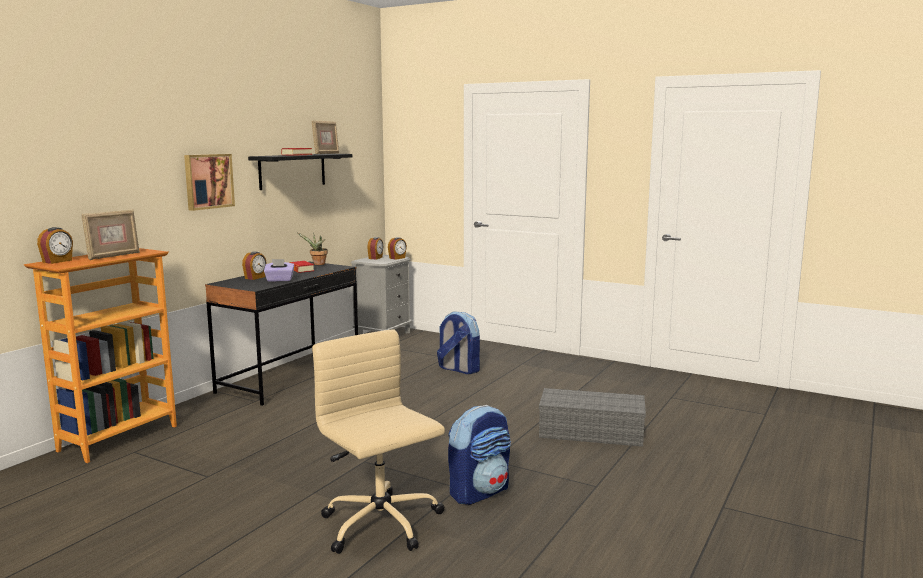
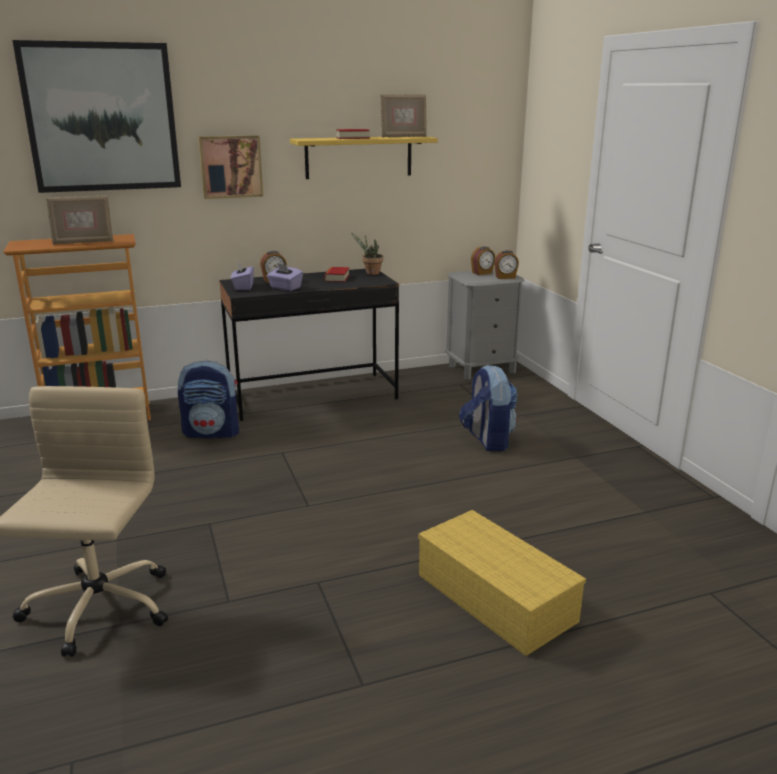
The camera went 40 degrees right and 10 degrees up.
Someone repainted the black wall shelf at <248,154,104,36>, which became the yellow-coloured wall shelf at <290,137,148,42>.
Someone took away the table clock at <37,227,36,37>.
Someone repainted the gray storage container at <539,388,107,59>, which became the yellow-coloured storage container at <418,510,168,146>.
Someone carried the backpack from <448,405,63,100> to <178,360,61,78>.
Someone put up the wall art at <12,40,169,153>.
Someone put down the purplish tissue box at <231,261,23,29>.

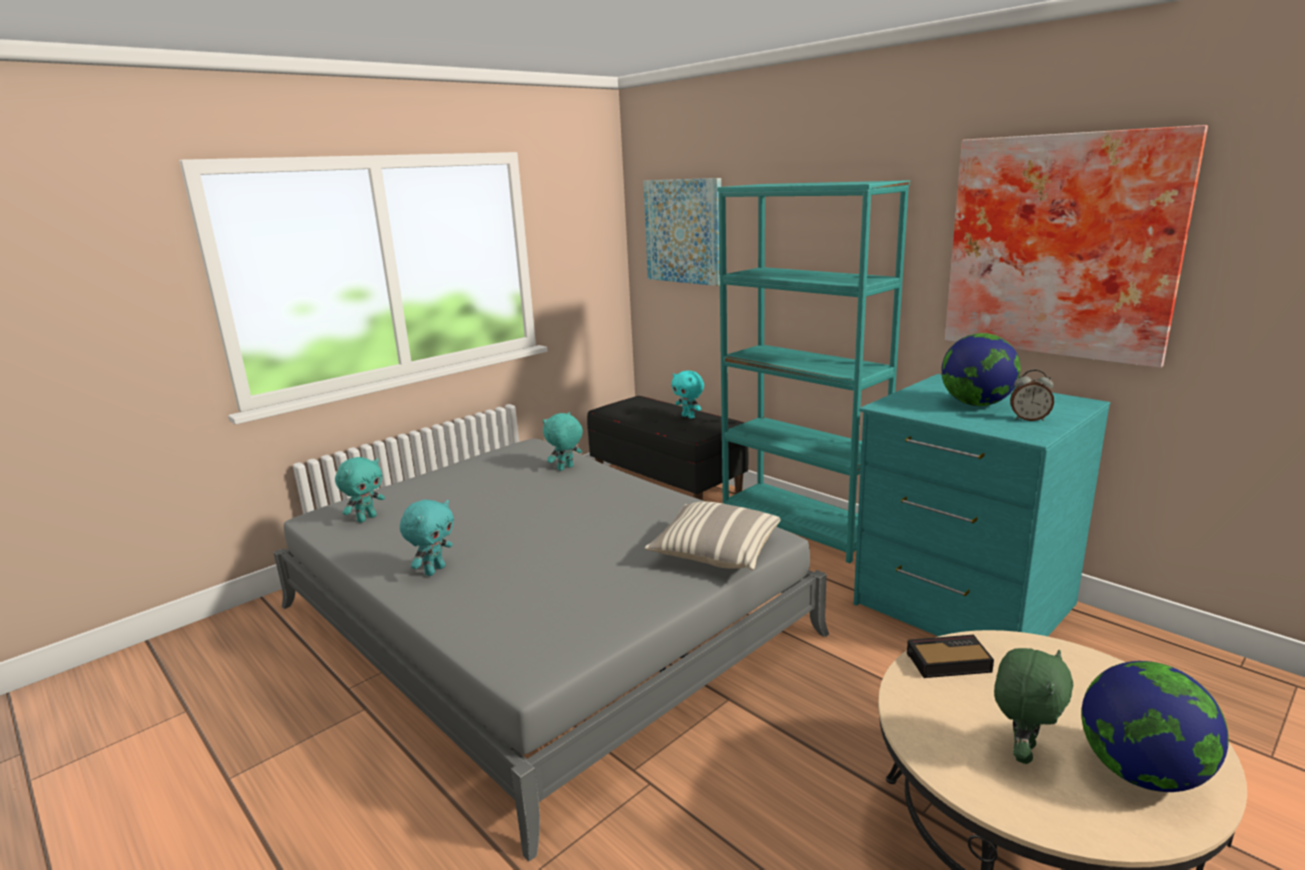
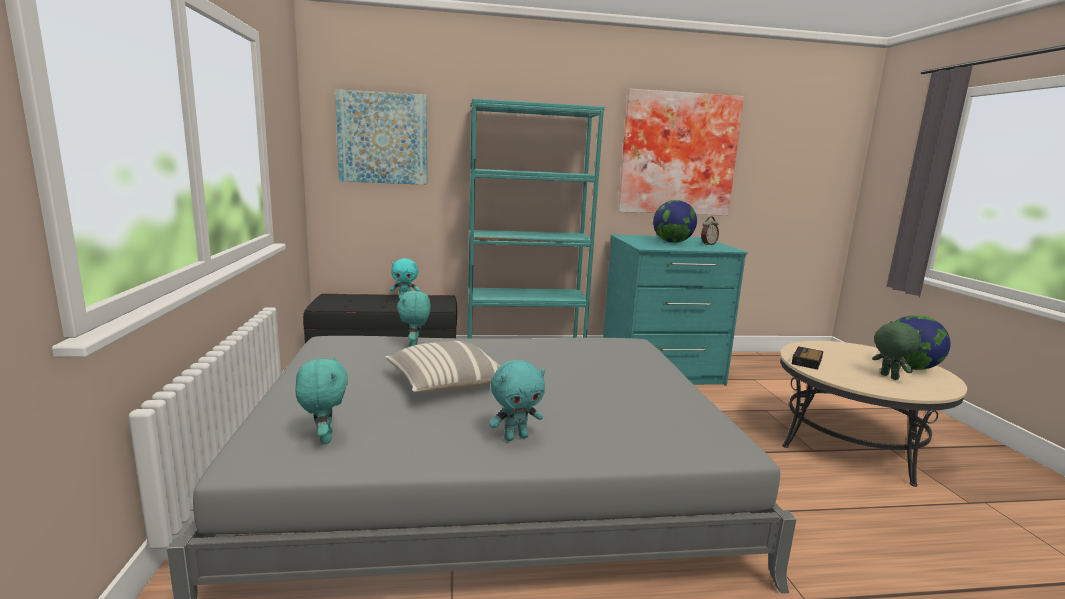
The camera went 55 degrees left and 5 degrees down.
Someone rotated the turquoise plush toy at <400,500,54,76> by 90 degrees clockwise.
Someone carried the throw pillow from <645,502,135,68> to <385,341,115,52>.

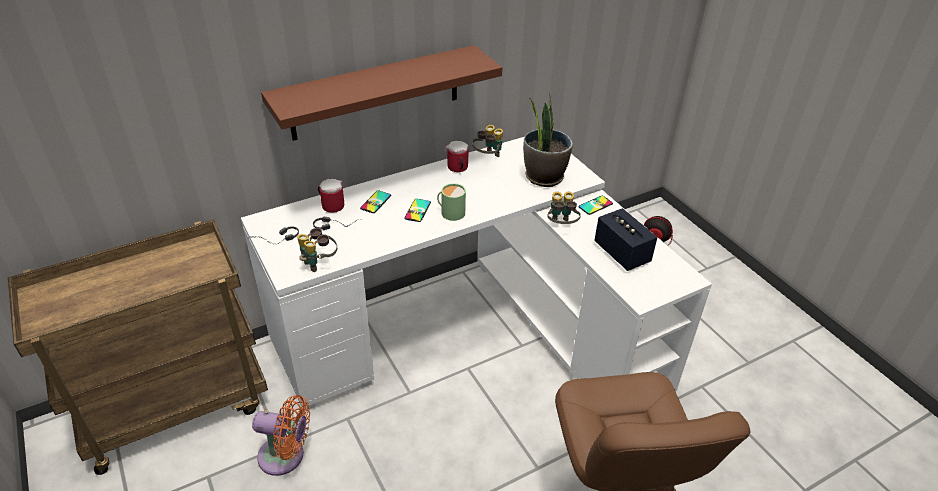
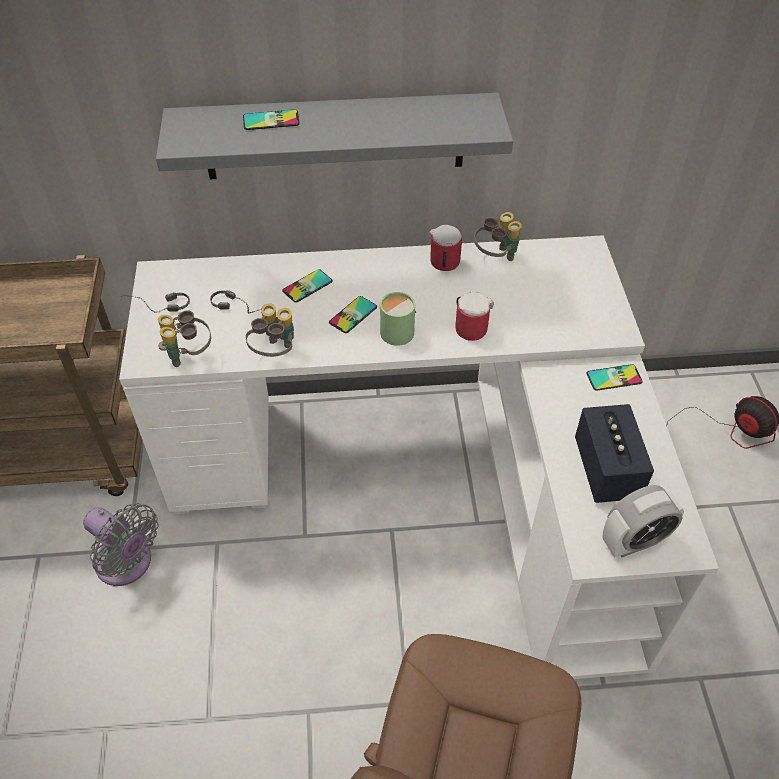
The camera went 25 degrees right and 10 degrees up.
Someone repainted the brown wall shelf at <261,45,241,96>, which became the gray wall shelf at <156,93,357,86>.
Someone took away the potted plant at <523,93,50,94>.
Someone carried the mug from <318,179,26,34> to <456,291,38,50>.
Someone carried the field glasses from <547,191,34,33> to <245,303,49,54>.
Someone repainted the orange-coloured electric fan at <252,395,58,81>, which became the gray electric fan at <83,503,75,83>.
Someone put down the phone at <243,109,57,21>.
Someone put down the table clock at <602,485,82,72>.

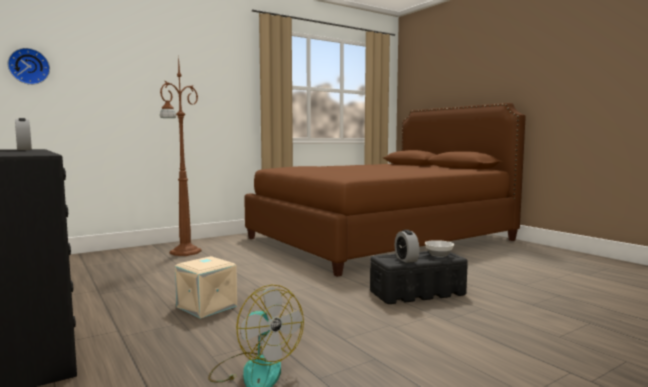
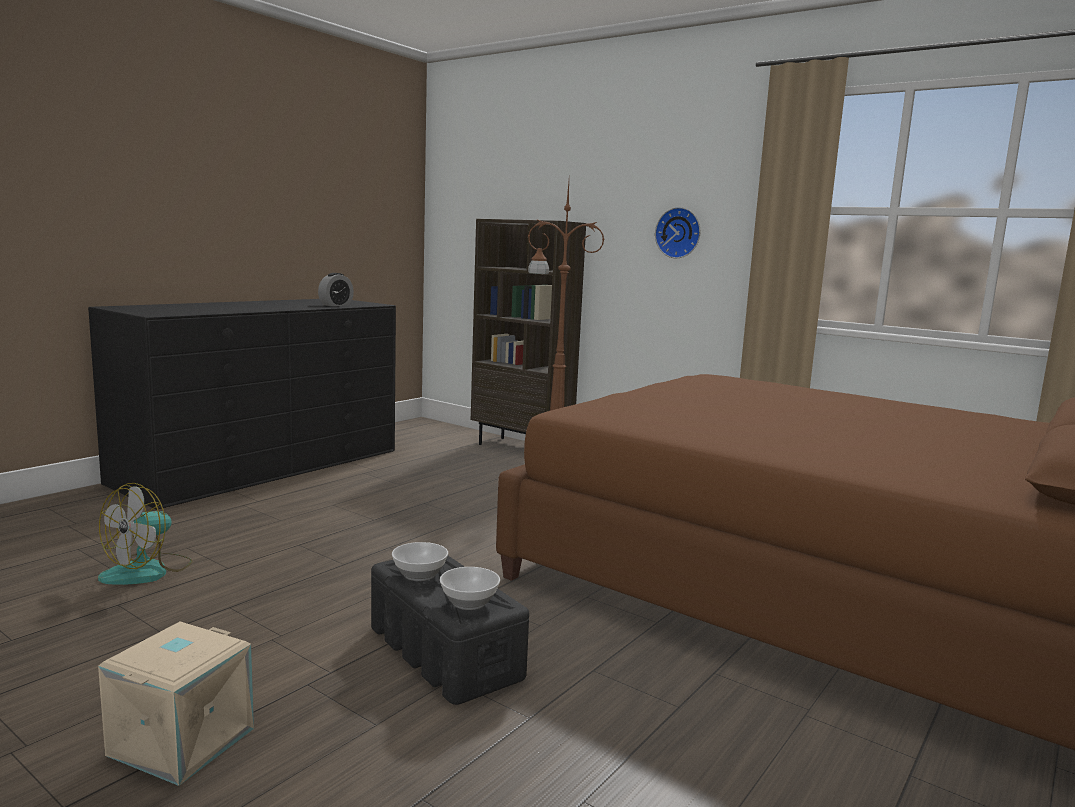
The camera went 70 degrees right and 5 degrees up.
Someone carried the wall clock from <7,48,43,37> to <655,207,45,51>.
Someone swapped the table clock at <395,230,25,33> for the deep dish at <392,542,56,39>.
Someone carried the beige-coloured storage container from <175,256,62,63> to <98,622,156,164>.
Someone put down the brown bookcase at <471,219,115,226>.

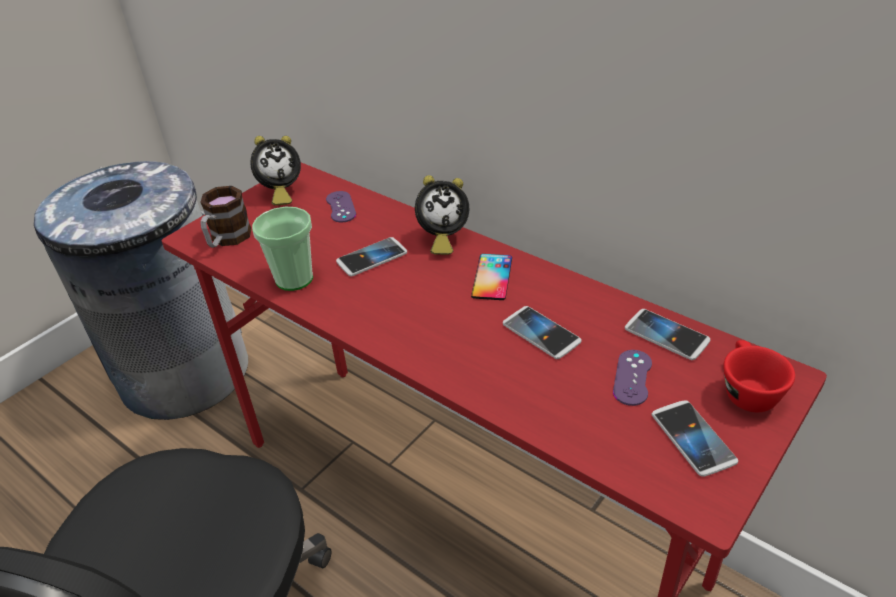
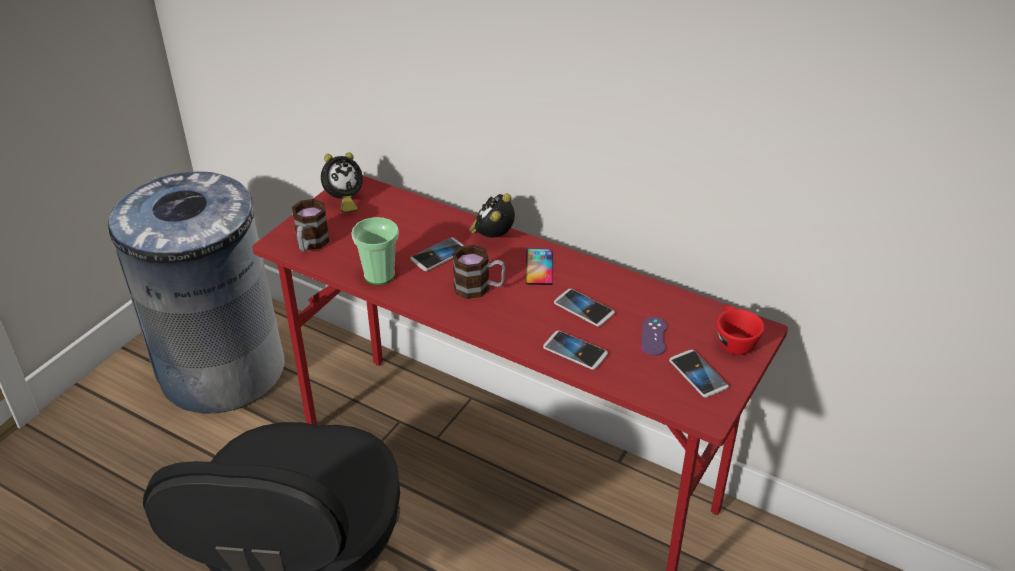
The camera went 10 degrees left and 0 degrees up.
Someone rotated the table clock at <415,175,54,80> by 135 degrees clockwise.
Someone took away the purplish gamepad at <326,191,30,32>.
Someone carried the phone from <625,309,86,51> to <543,331,65,39>.
Someone put down the mug at <452,245,53,54>.

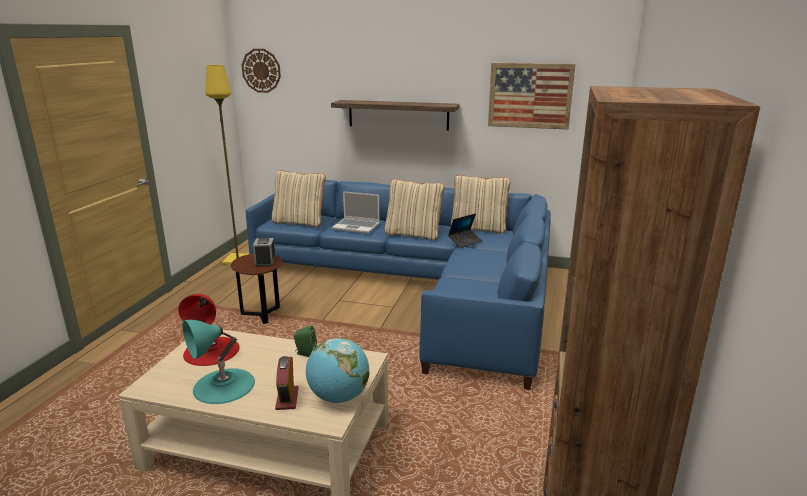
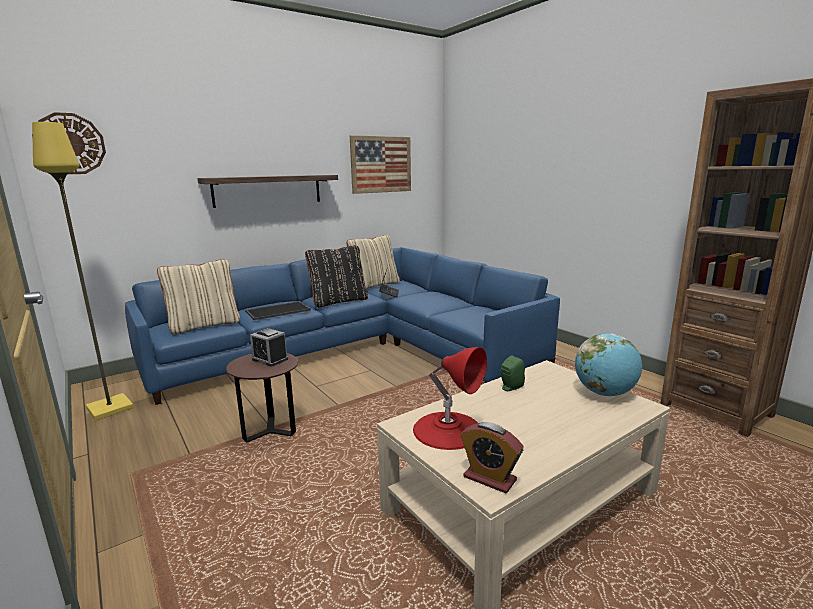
The camera went 50 degrees left and 5 degrees down.
Someone repainted the beige-coloured throw pillow at <385,179,60,61>, which became the black throw pillow at <305,245,63,63>.
Someone swapped the portable computer at <332,191,48,43> for the serving tray at <245,301,66,19>.
Someone took away the turquoise table lamp at <182,320,73,84>.
Someone carried the table clock from <275,356,24,54> to <461,422,63,71>.

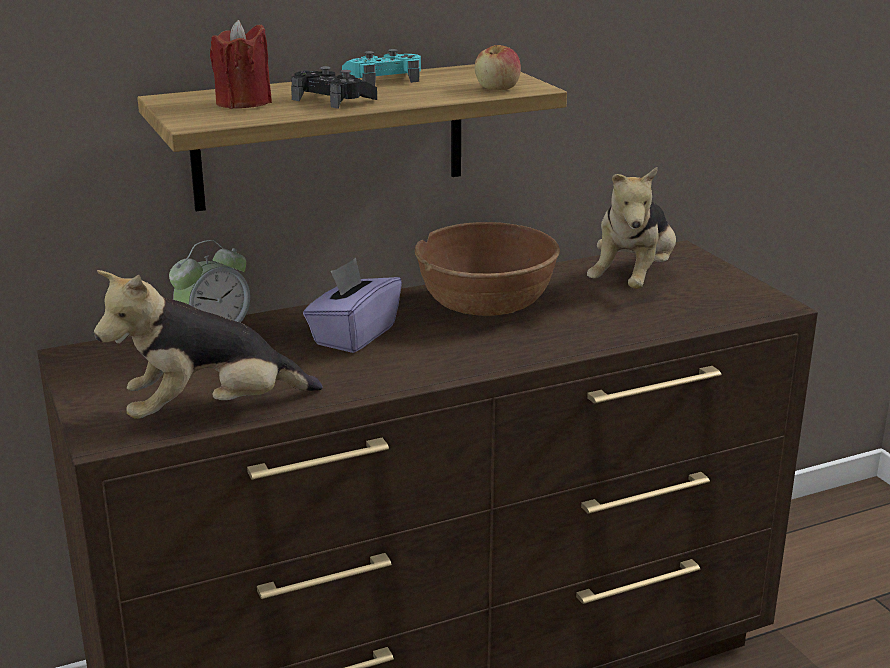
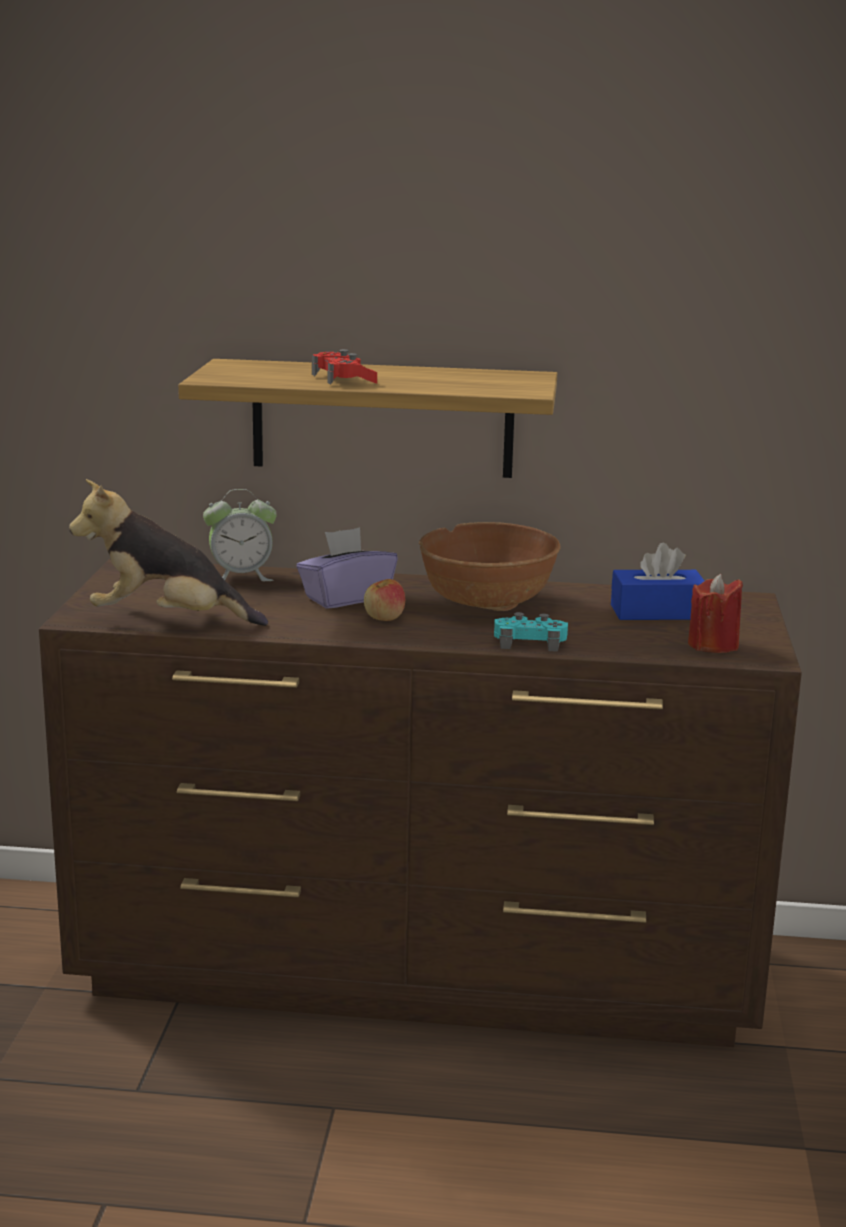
The camera went 30 degrees right and 5 degrees down.
Someone carried the reddish wax candle from <210,20,62,89> to <688,574,55,79>.
Someone carried the apple fruit from <475,45,46,45> to <364,579,41,42>.
Someone carried the turquoise gamepad from <342,49,79,37> to <494,612,74,40>.
Someone repainted the black gamepad at <291,66,86,43>, which became the reddish gamepad at <312,349,65,36>.
Someone swapped the plush toy at <587,166,89,123> for the blue tissue box at <611,543,93,77>.

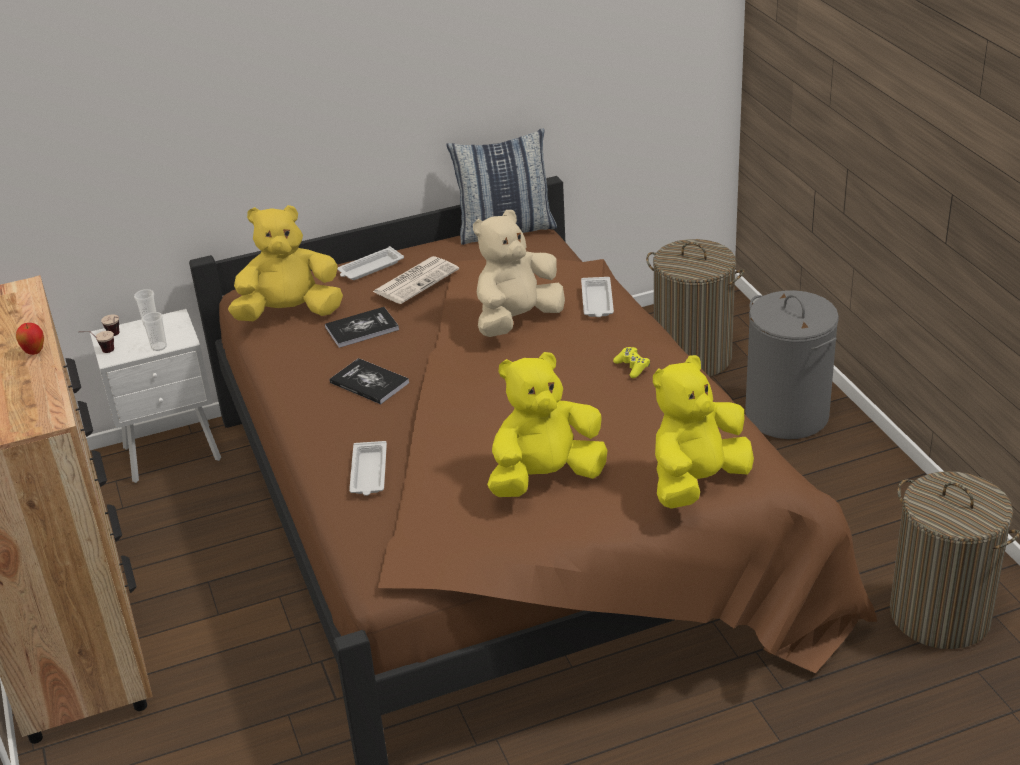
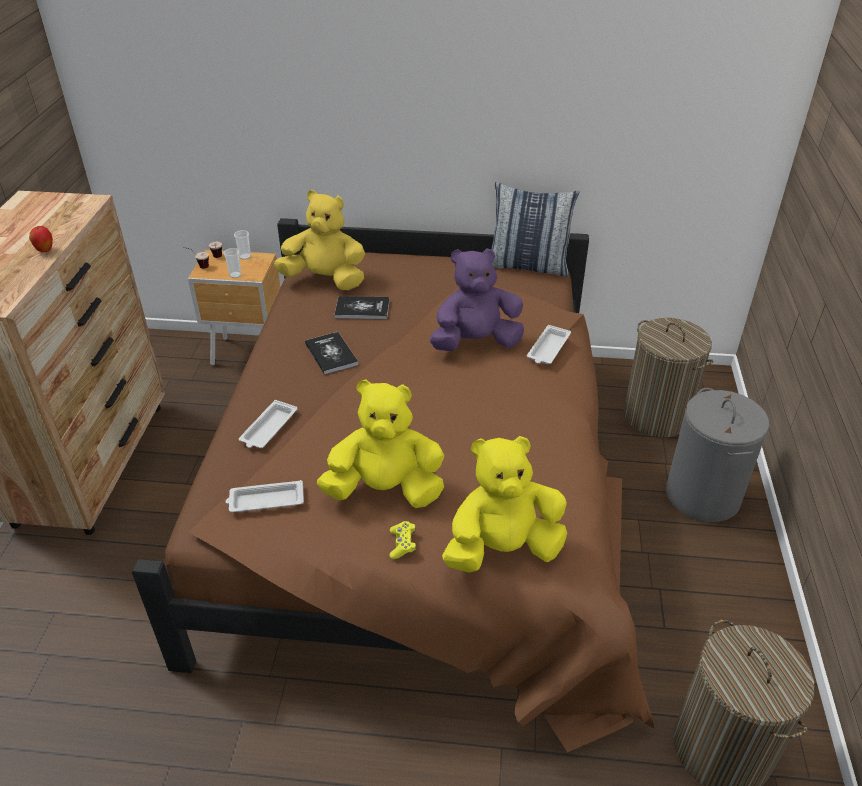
The camera went 25 degrees right and 5 degrees up.
Someone repainted the beige-coloured plush toy at <473,210,92,127>, which became the purplish plush toy at <429,248,95,103>.
Someone carried the white serving tray from <337,246,67,34> to <226,480,78,32>.
Someone took away the daily paper at <373,256,86,48>.
Someone repainted the white night table at <90,309,131,174>, which became the brown night table at <188,250,93,116>.
Someone carried the yellow-coloured gamepad from <613,347,37,31> to <389,521,27,38>.

